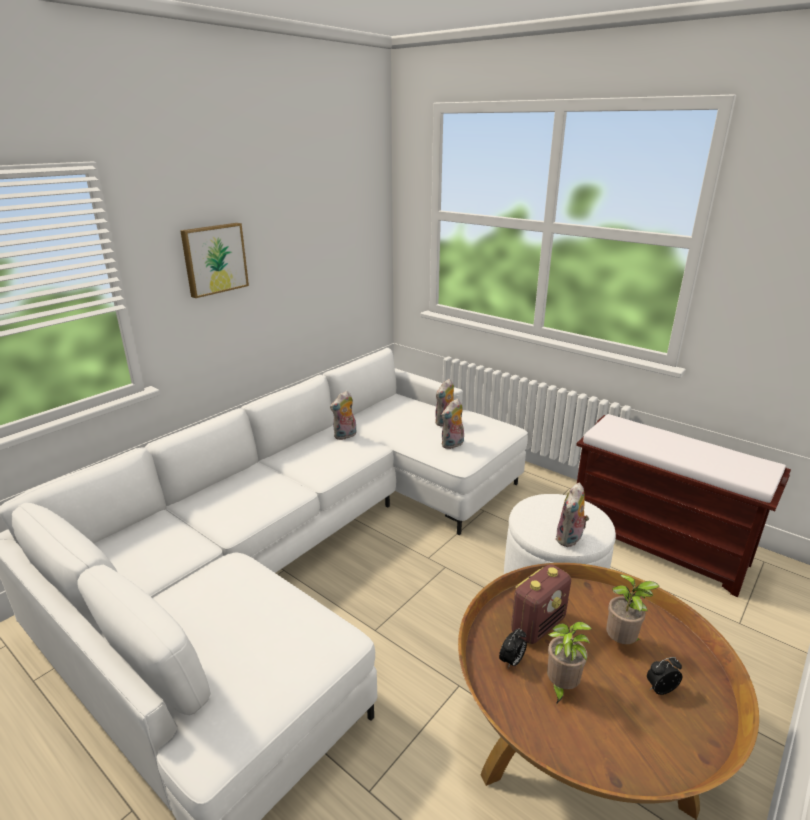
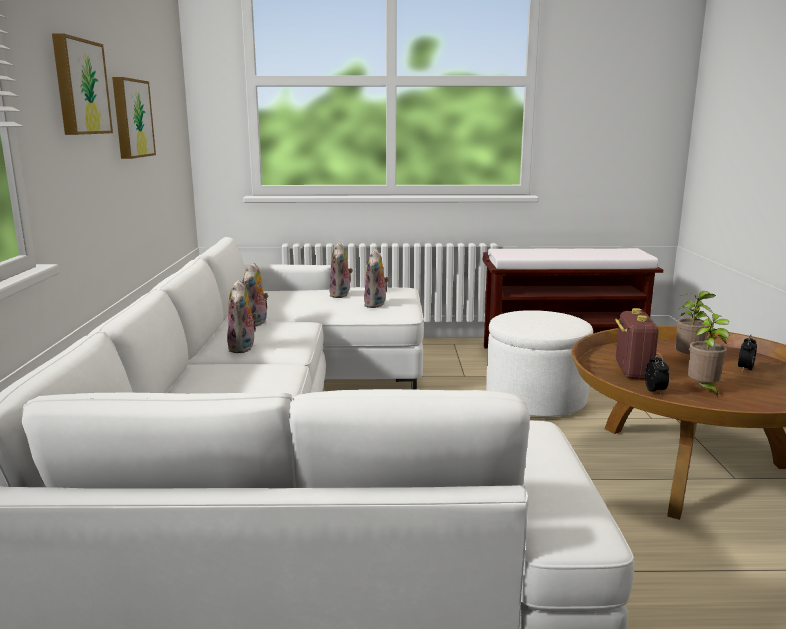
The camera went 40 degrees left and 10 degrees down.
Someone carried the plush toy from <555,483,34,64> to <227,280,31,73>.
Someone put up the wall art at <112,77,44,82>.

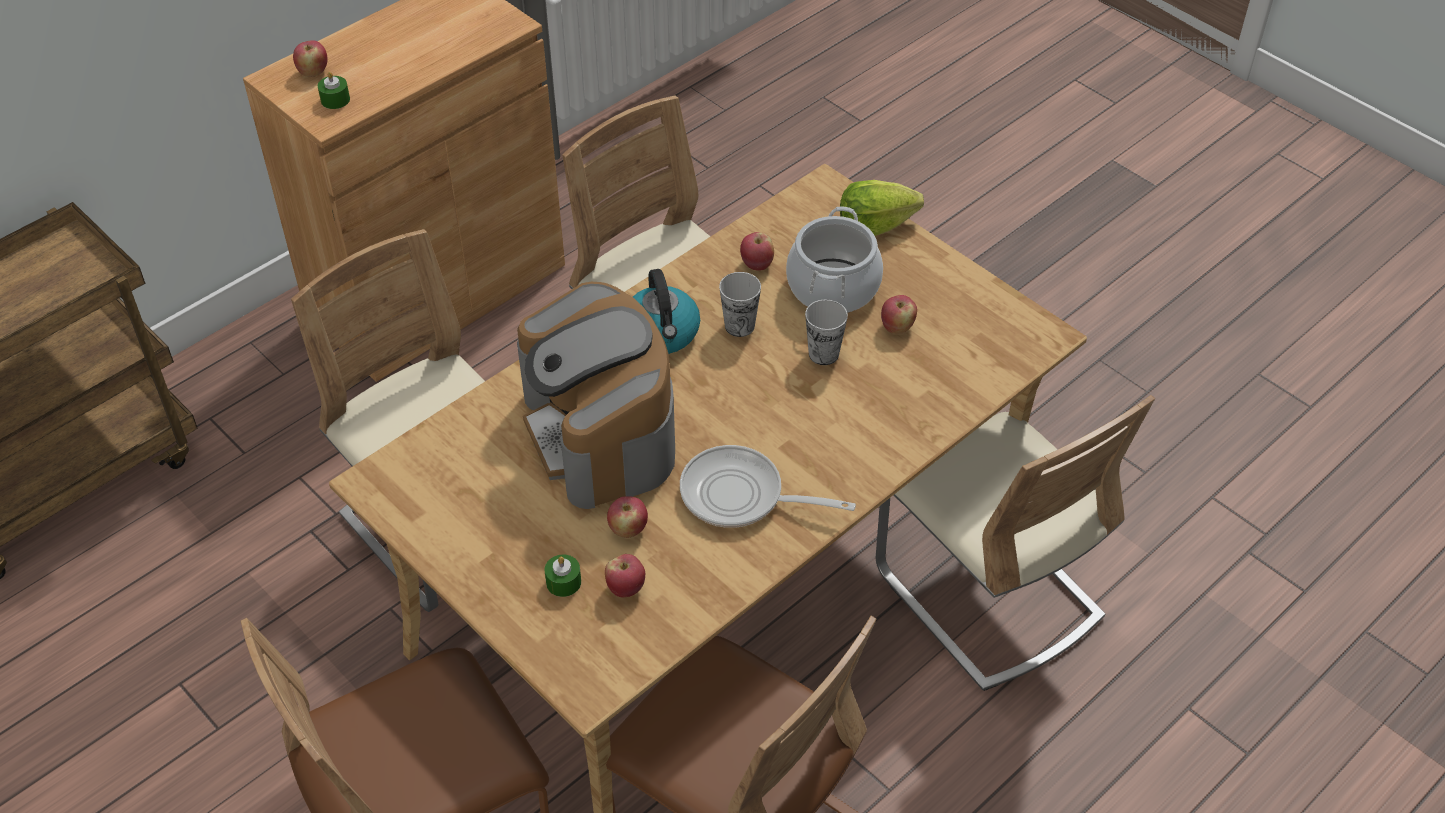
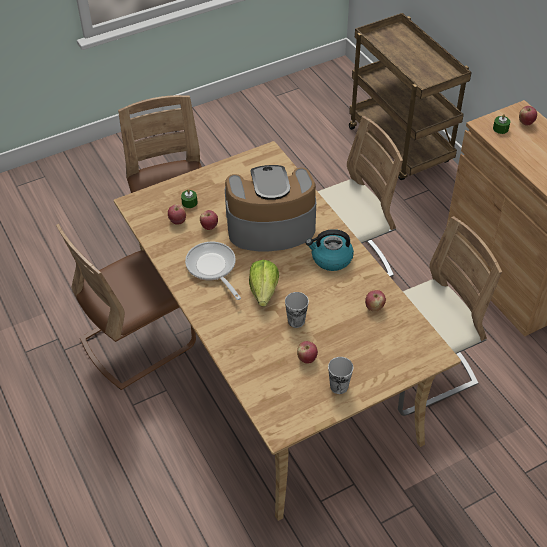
The camera went 105 degrees right and 0 degrees up.
Someone carried the lettuce from <840,180,84,56> to <249,260,30,47>.
Someone took away the saucepot at <786,206,97,107>.
Someone carried the cup from <719,272,42,65> to <328,357,25,37>.
Someone took away the beige-coloured plain chair at <876,395,279,296>.
Someone rotated the frying pan at <680,445,176,83> by 60 degrees counterclockwise.

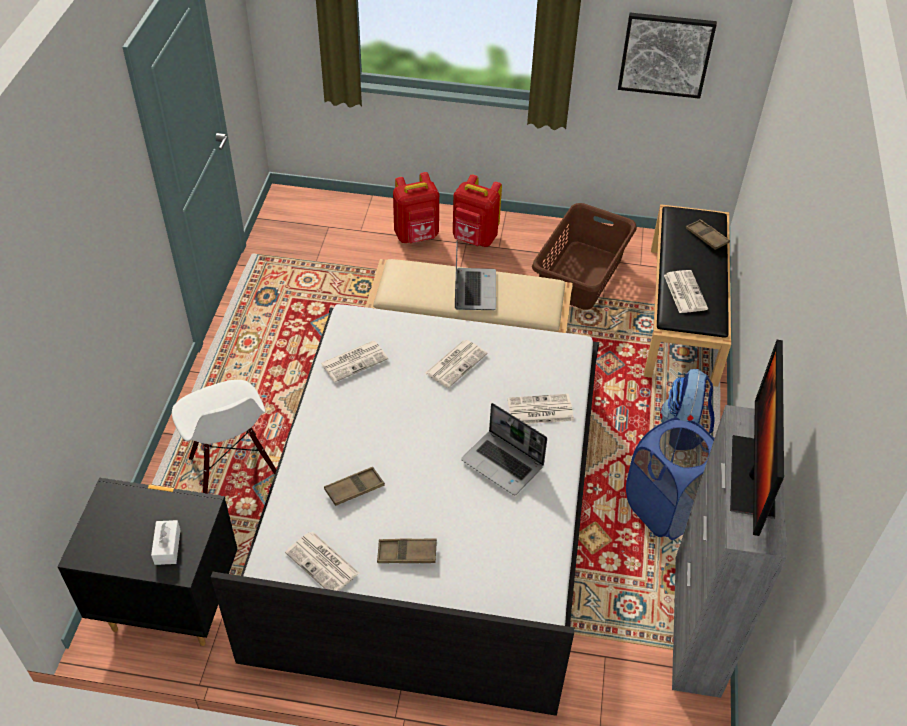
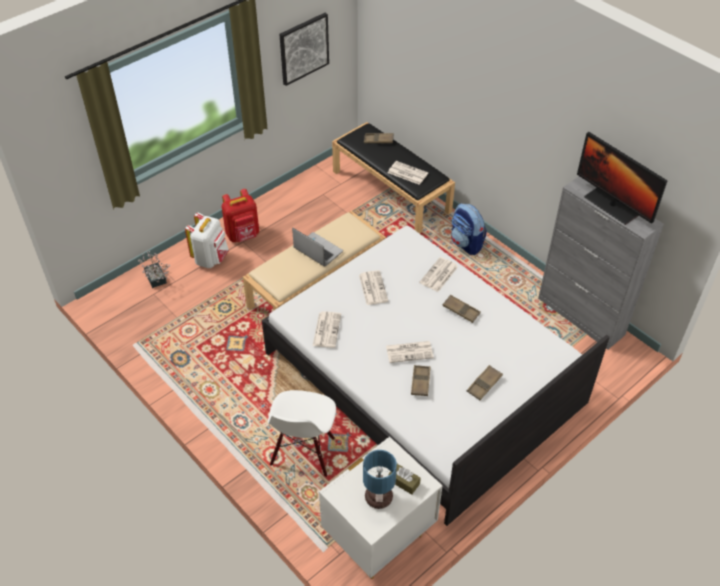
The camera went 50 degrees left and 0 degrees up.
Someone repainted the reddish backpack at <393,172,46,71>, which became the white backpack at <185,213,44,55>.
Someone took away the brown washing basket at <532,203,105,107>.
Someone rotated the white plain chair at <172,380,104,114> by 90 degrees clockwise.
Someone swapped the portable computer at <461,403,86,92> for the brown serving tray at <442,295,39,28>.
Someone took away the blue washing basket at <626,417,89,123>.
Someone repainted the black night table at <58,477,179,169>, which became the white night table at <319,436,124,143>.
Someone repainted the white tissue box at <151,520,29,45>, which became the brown tissue box at <389,464,32,31>.
Someone carried the daily paper from <285,532,74,59> to <386,341,48,22>.
Someone put down the potted plant at <138,251,32,37>.
Someone put down the table lamp at <363,450,34,59>.

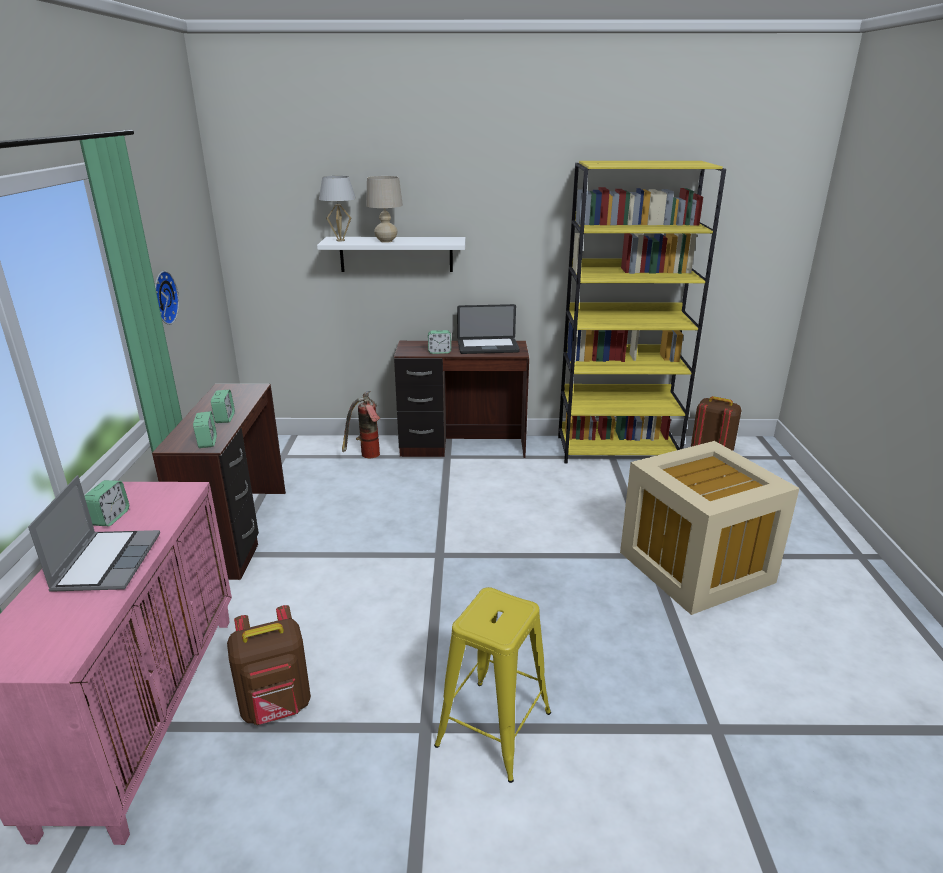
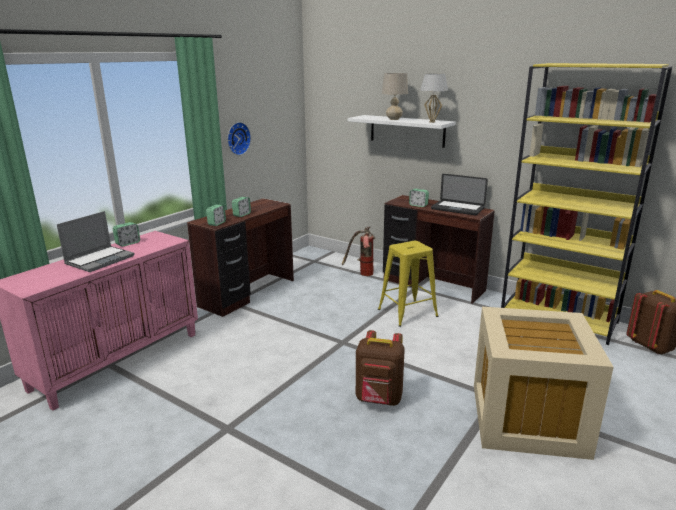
The camera went 35 degrees right and 5 degrees down.
Someone carried the white table lamp from <319,176,37,65> to <420,74,28,49>.
Someone carried the yellow-coloured stool from <434,587,117,196> to <378,241,61,86>.
Someone carried the brown backpack from <227,605,84,120> to <356,330,49,76>.

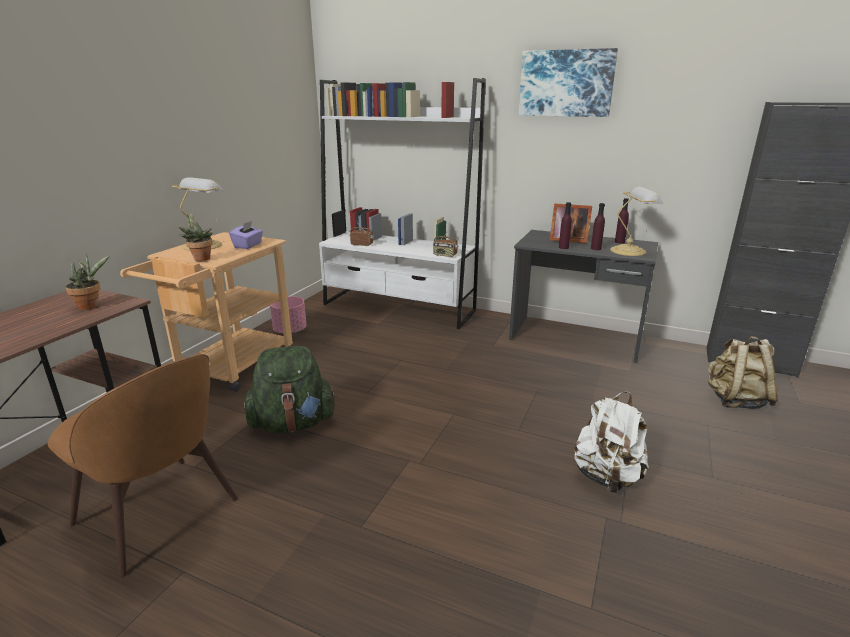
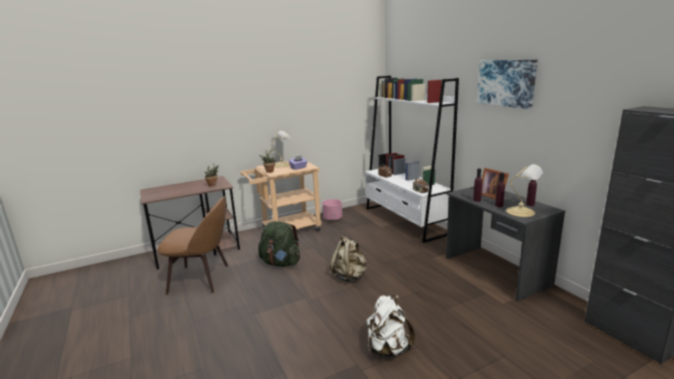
The camera went 40 degrees right and 5 degrees down.
Someone carried the beige-coloured backpack from <708,336,70,73> to <330,236,37,46>.
Someone rotated the brown plain chair at <48,354,190,224> by 75 degrees counterclockwise.

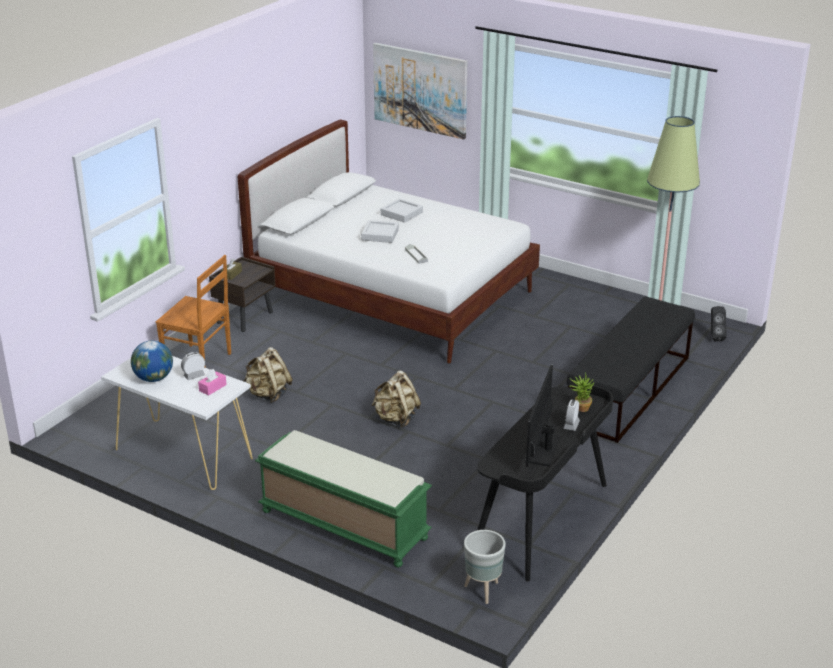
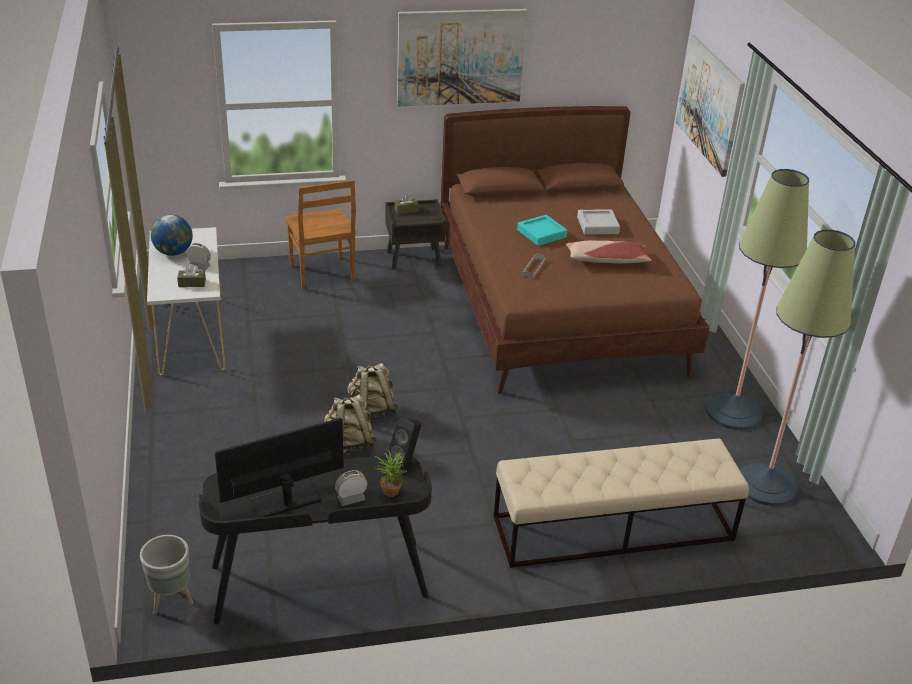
The camera went 45 degrees right and 5 degrees up.
Someone repainted the white sleeping bed at <238,119,302,244>, which became the brown sleeping bed at <440,106,270,288>.
Someone repainted the gray serving tray at <361,220,38,23>, which became the turquoise serving tray at <517,215,51,31>.
Someone repainted the black bench at <567,297,128,146>, which became the beige-coloured bench at <494,439,255,129>.
Someone carried the black speaker from <711,306,16,35> to <386,418,35,52>.
Someone carried the beige-coloured backpack from <244,347,49,56> to <324,395,53,59>.
Someone repainted the pinkish tissue box at <198,369,29,27>, which became the brown tissue box at <177,264,29,23>.
Someone took away the green-coloured bench at <255,430,177,138>.
Someone put up the wall art at <397,9,130,97>.
Someone put down the floor lamp at <706,169,103,261>.
Someone put down the throw pillow at <566,241,86,22>.

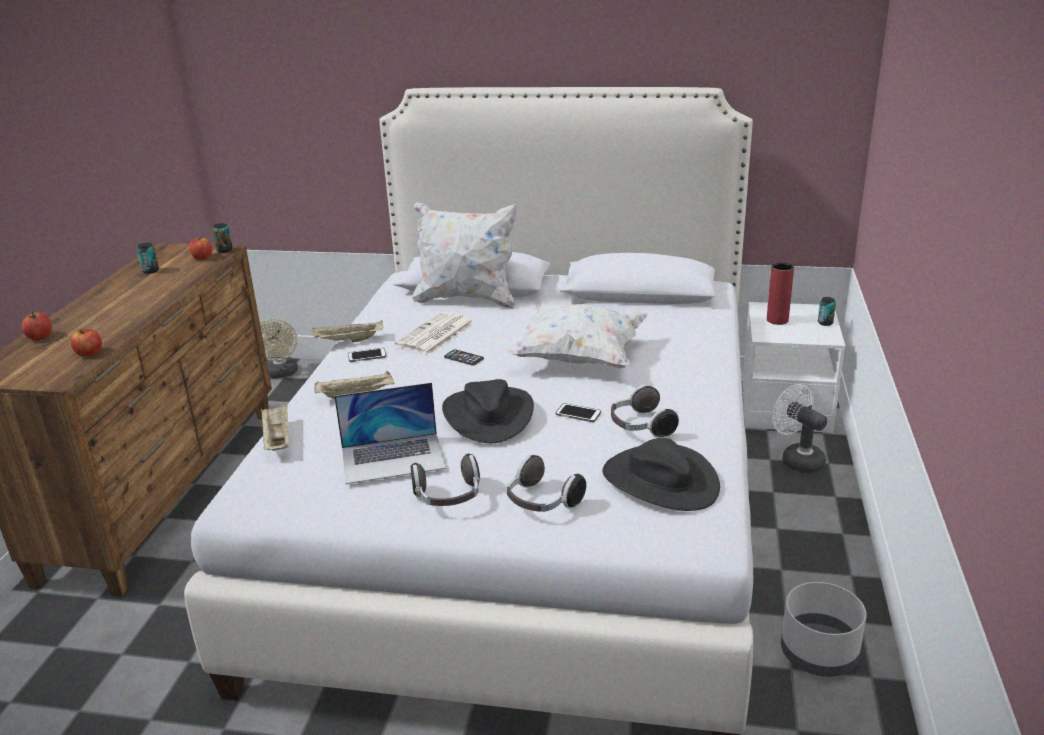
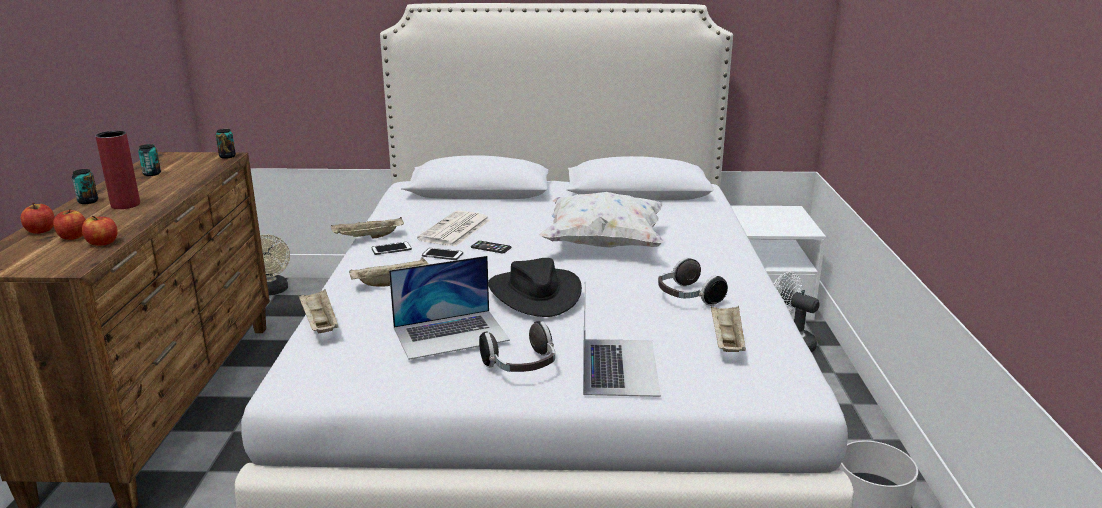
The camera went 10 degrees left and 5 degrees down.
Someone took away the white throw pillow at <412,202,106,107>.
Someone carried the apple fruit from <189,237,23,23> to <53,209,33,31>.
Someone carried the reddish decorative vase from <767,262,27,63> to <95,131,45,78>.
Someone carried the metal can from <818,297,18,29> to <72,169,26,35>.
Someone carried the phone from <556,403,45,19> to <422,248,41,12>.
Someone swapped the black hat at <603,438,117,73> for the beige-coloured serving tray at <711,305,35,47>.
Someone swapped the pair of headphones at <507,455,79,57> for the portable computer at <583,290,78,107>.

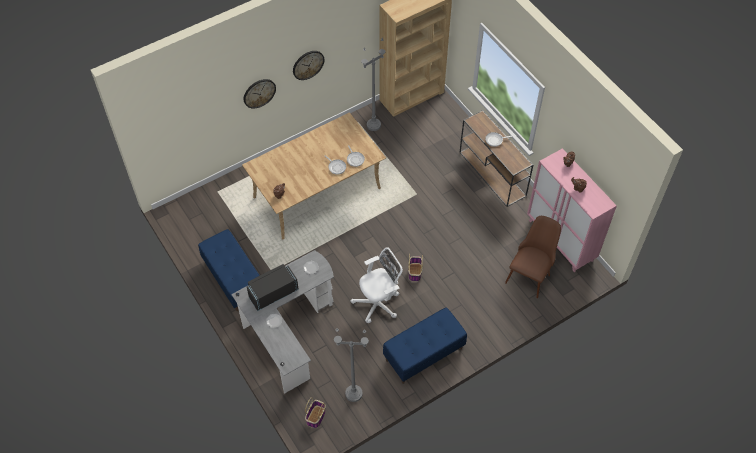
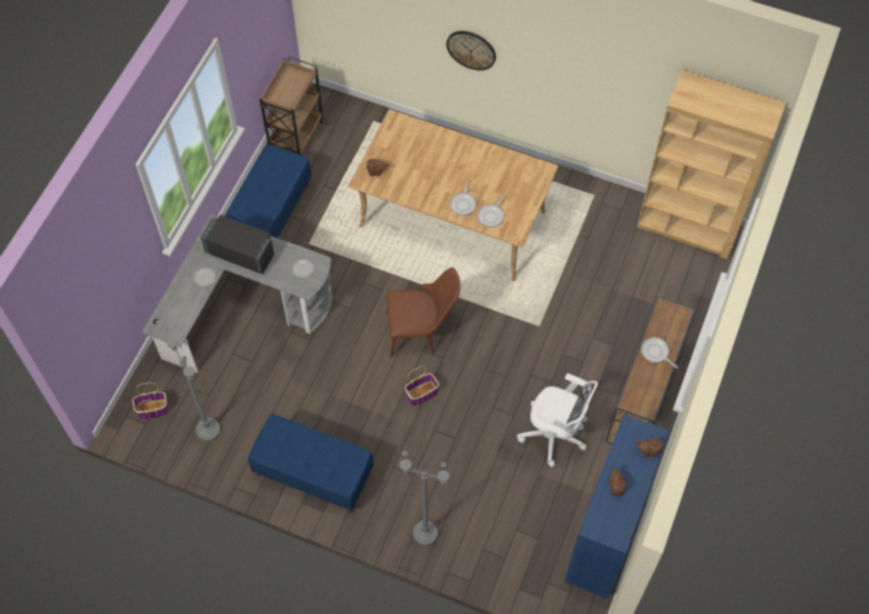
The camera went 55 degrees right and 5 degrees up.
Someone carried the gray floor lamp from <361,38,24,93> to <400,451,49,95>.
Someone took away the wall clock at <293,51,31,29>.
Someone repainted the pinkish cupboard at <527,148,90,124>, which became the blue cupboard at <564,414,106,185>.
Someone carried the brown plain chair from <505,216,56,82> to <386,267,74,91>.
Someone carried the white office chair from <350,247,53,76> to <517,373,81,94>.
Someone put down the brown trolley at <259,57,64,98>.

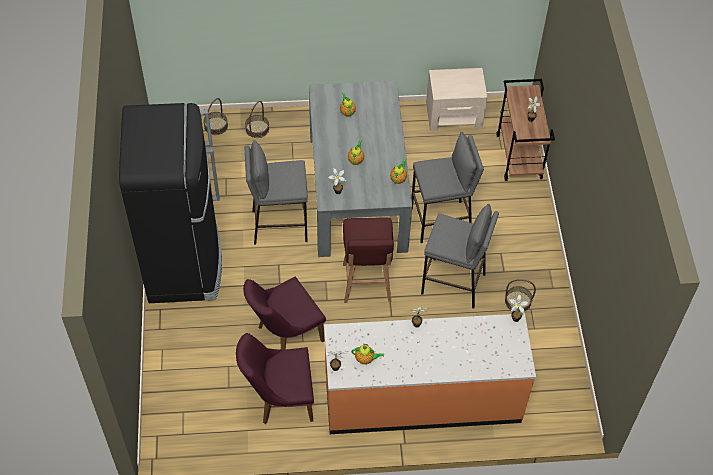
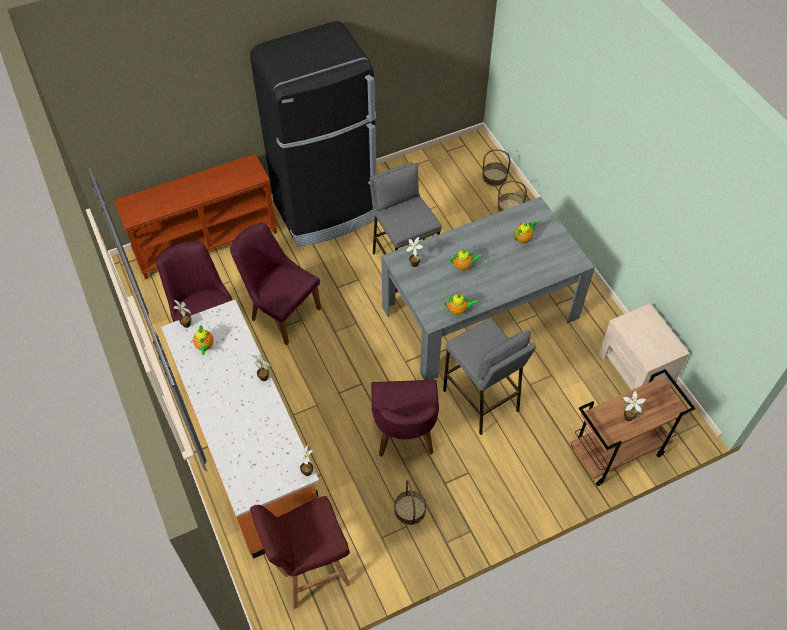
The camera went 70 degrees right and 0 degrees up.
Someone swapped the gray stool at <421,204,78,104> for the purplish plain chair at <371,380,68,77>.
Someone carried the reddish stool from <343,217,51,86> to <250,496,100,113>.
Someone put down the brown console table at <114,154,163,126>.

